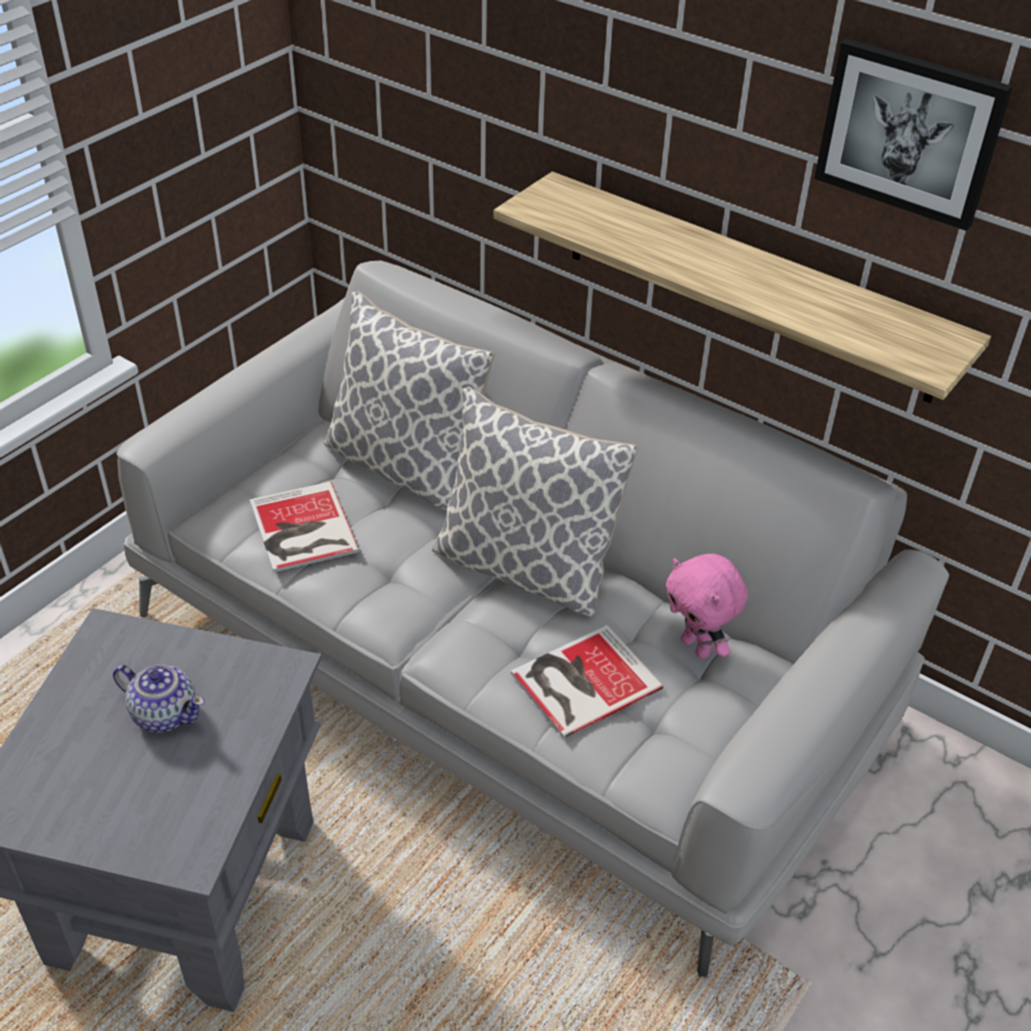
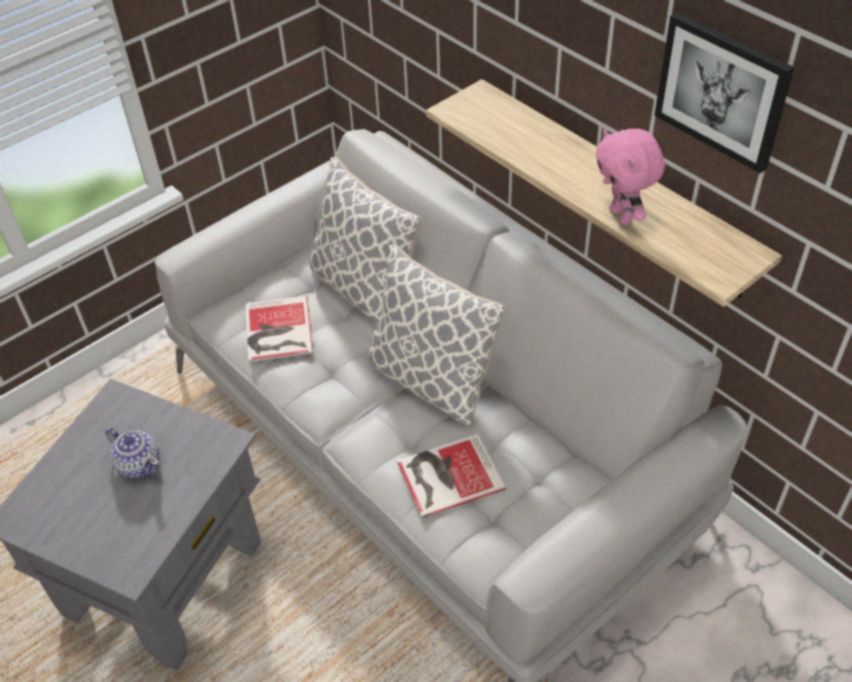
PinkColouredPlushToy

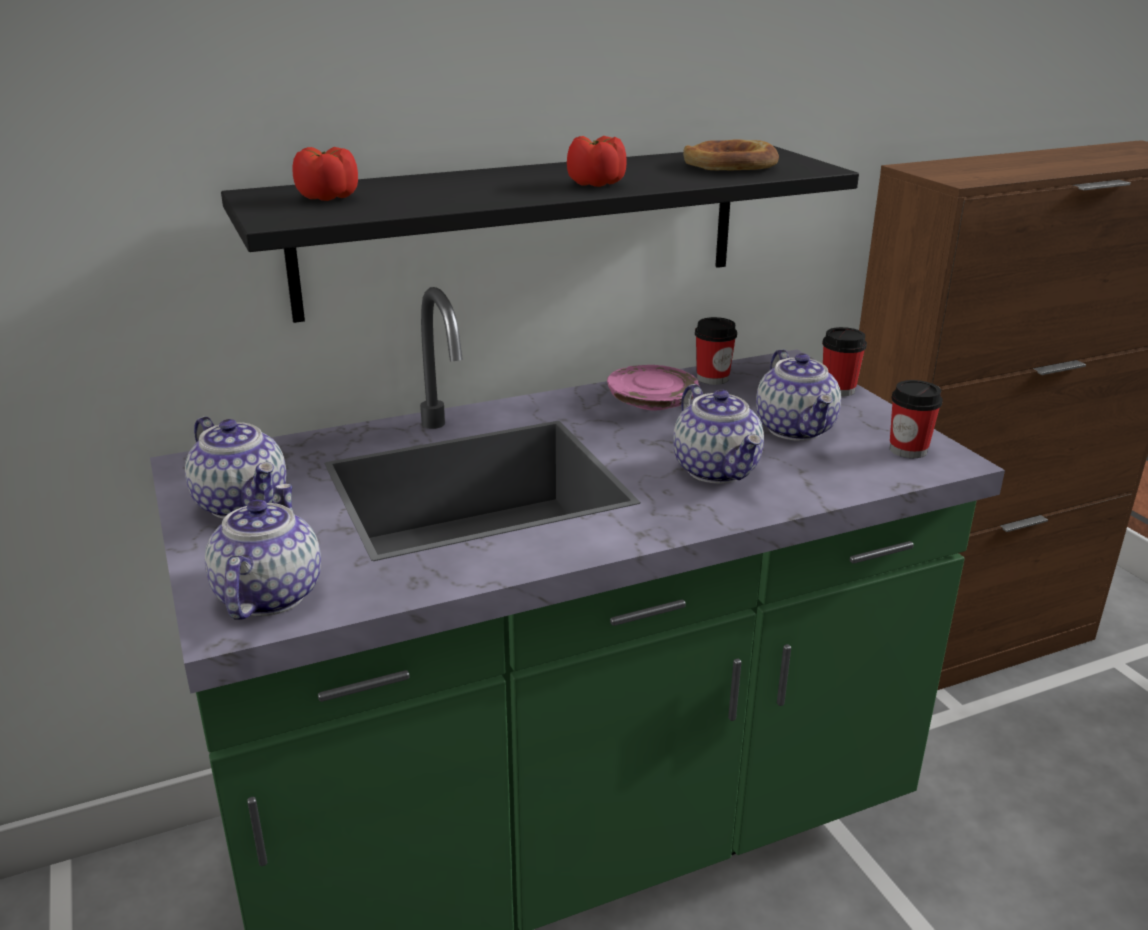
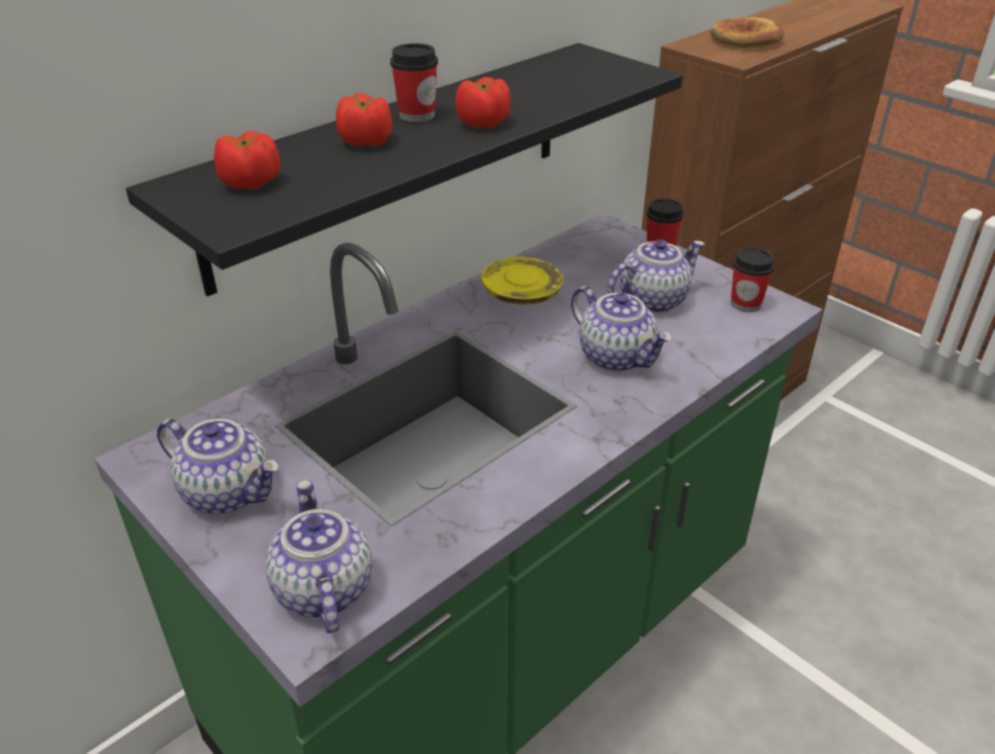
YellowFlatDish; BakeryBread; Cup (no. 1 from left); Teapot (no. 4 from left); WholeTomato (no. 2 from left)

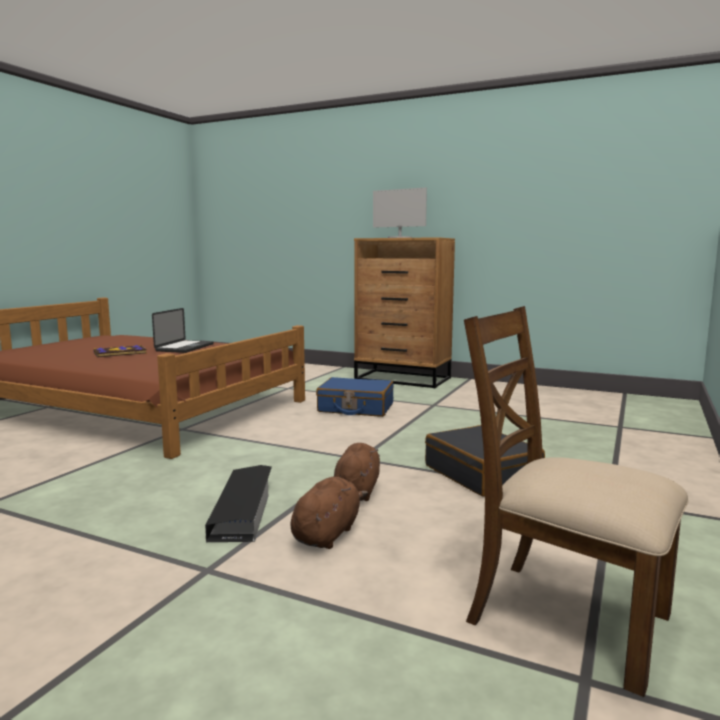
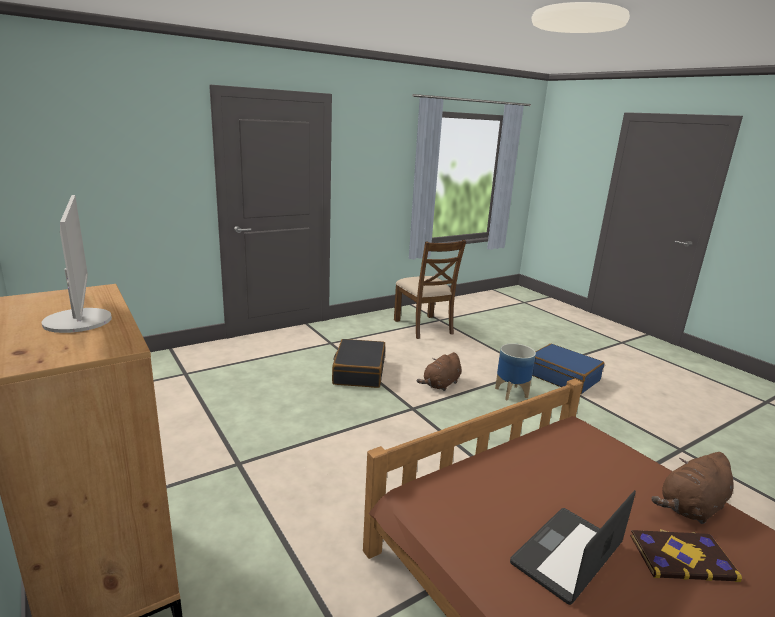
PlantPot; BrownColouredPlushToy (no. 2 from left); BlueColouredTravelCase

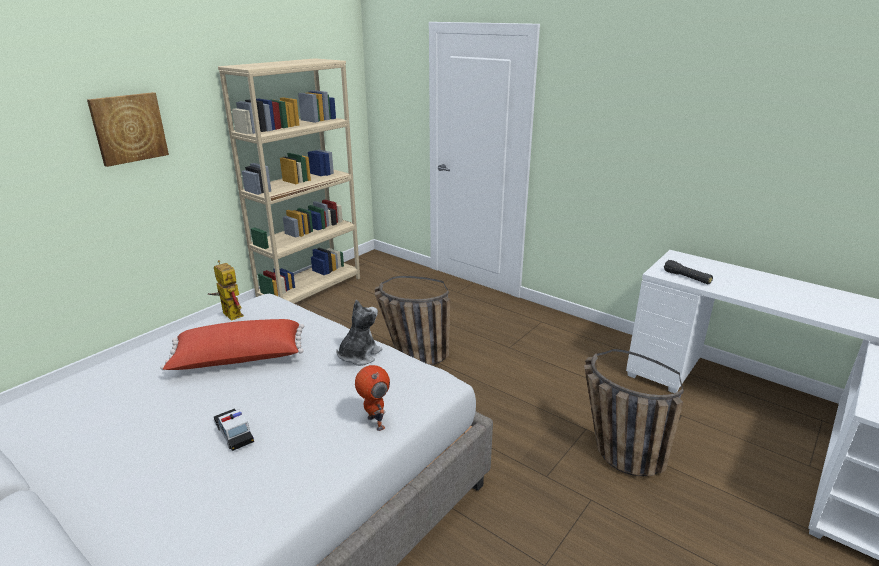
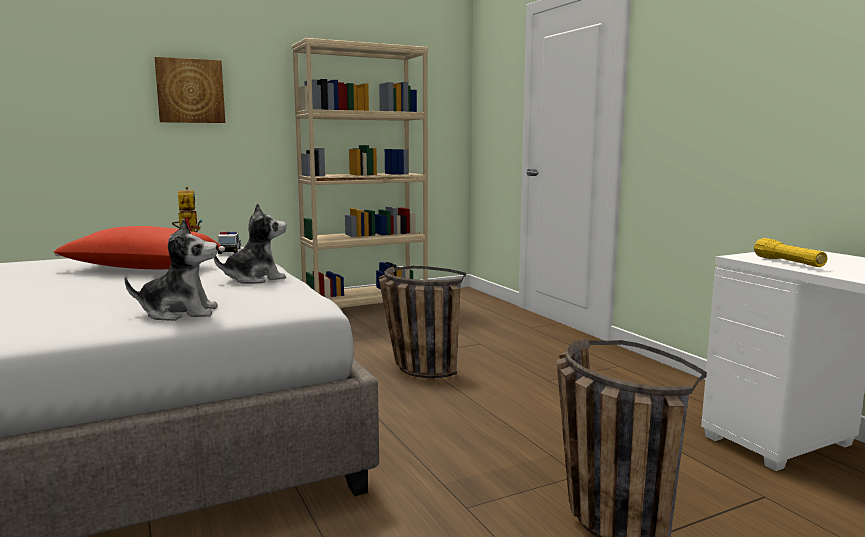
ToyCar; PlushToy (no. 1 from left); YellowTorch

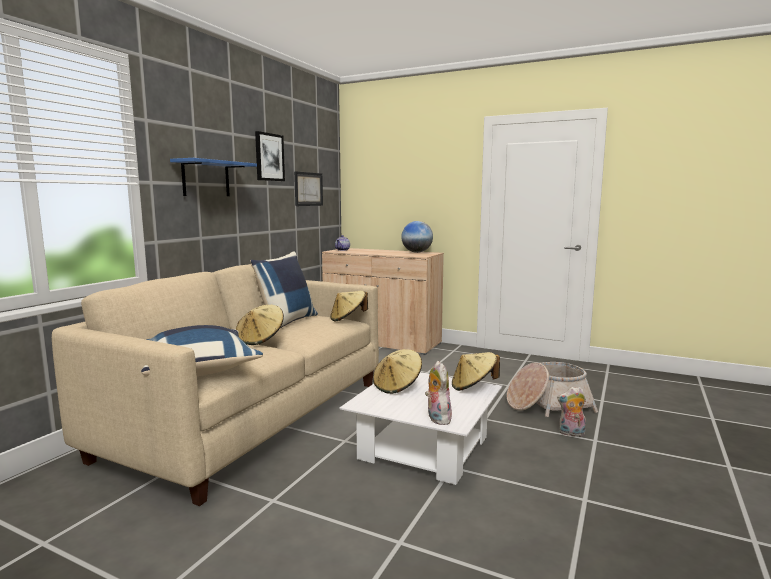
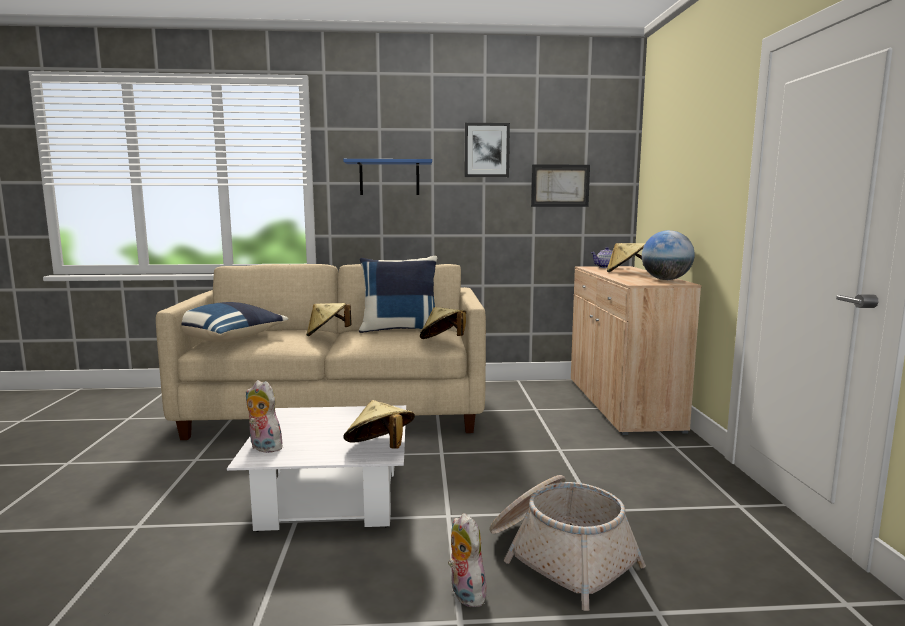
BeigeHat (no. 4 from left); PlushToy (no. 1 from left)

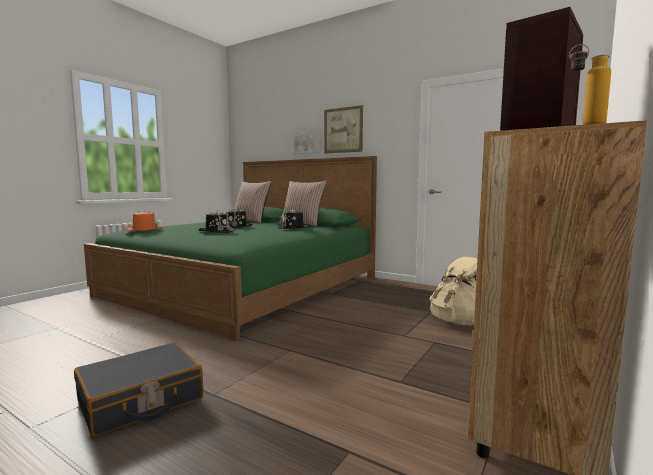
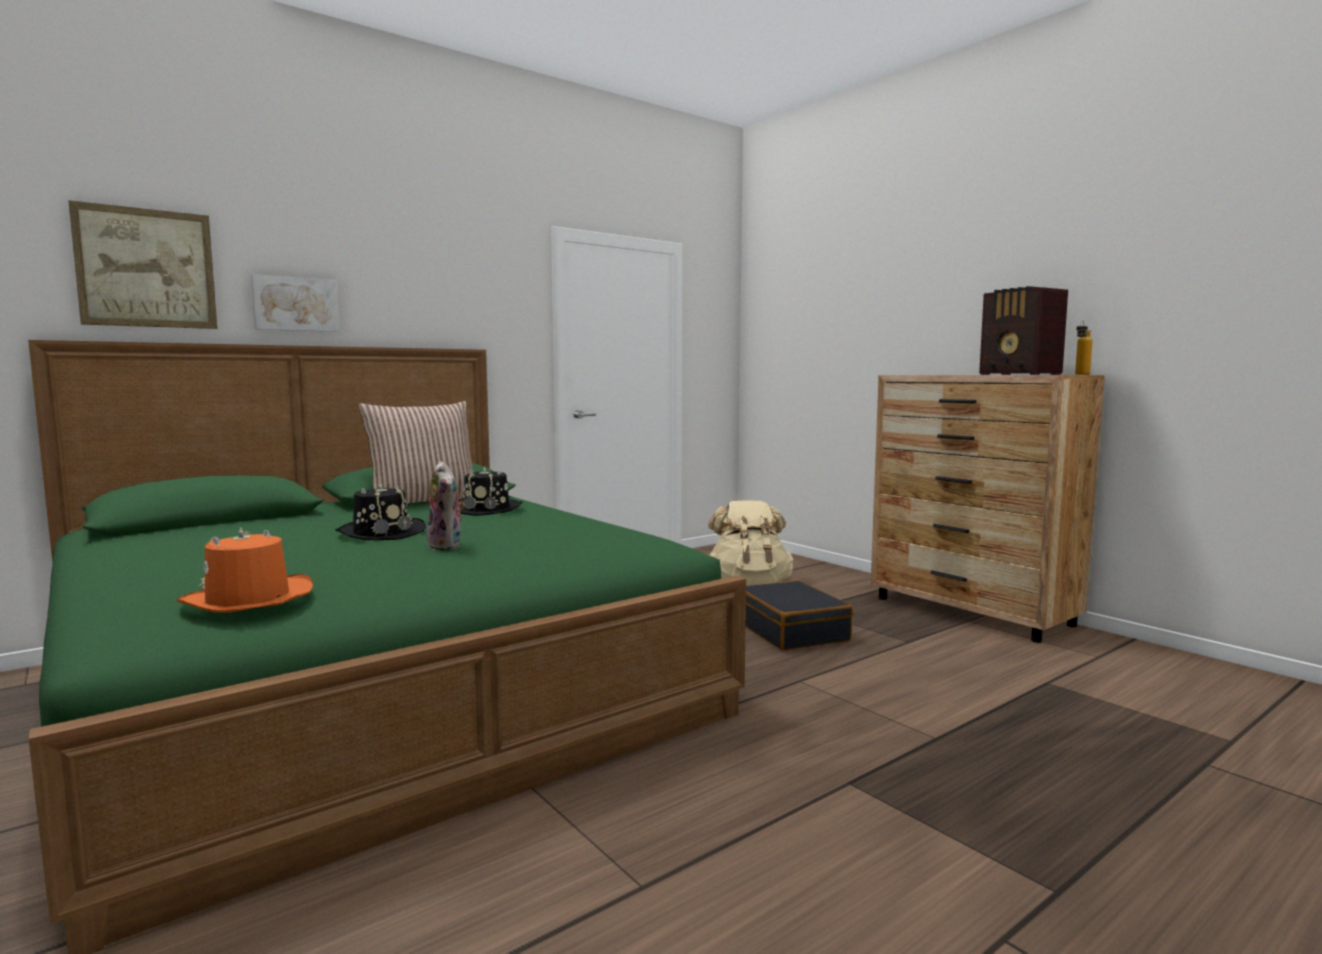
BlackTravelCase; PlushToy; Cushion (no. 1 from left in the first image); Picture (no. 1 from left)

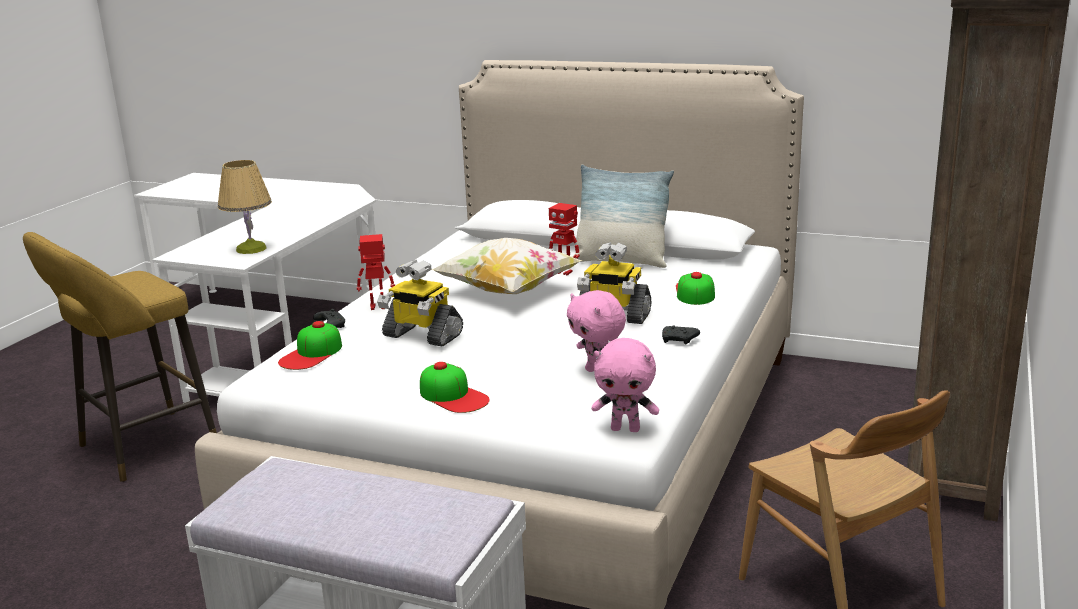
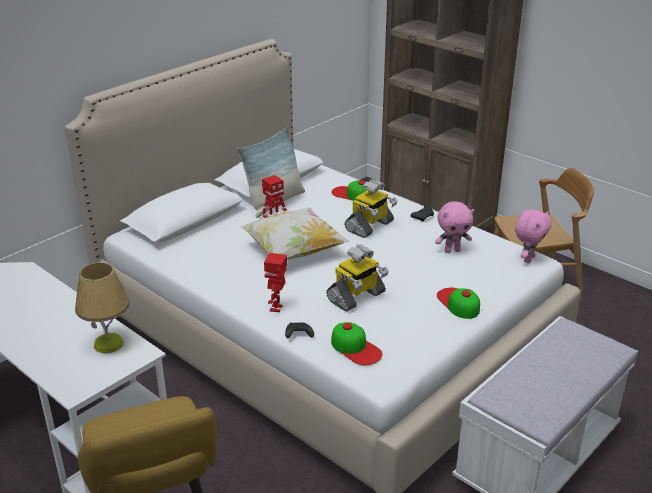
PeakedCap (no. 3 from left)

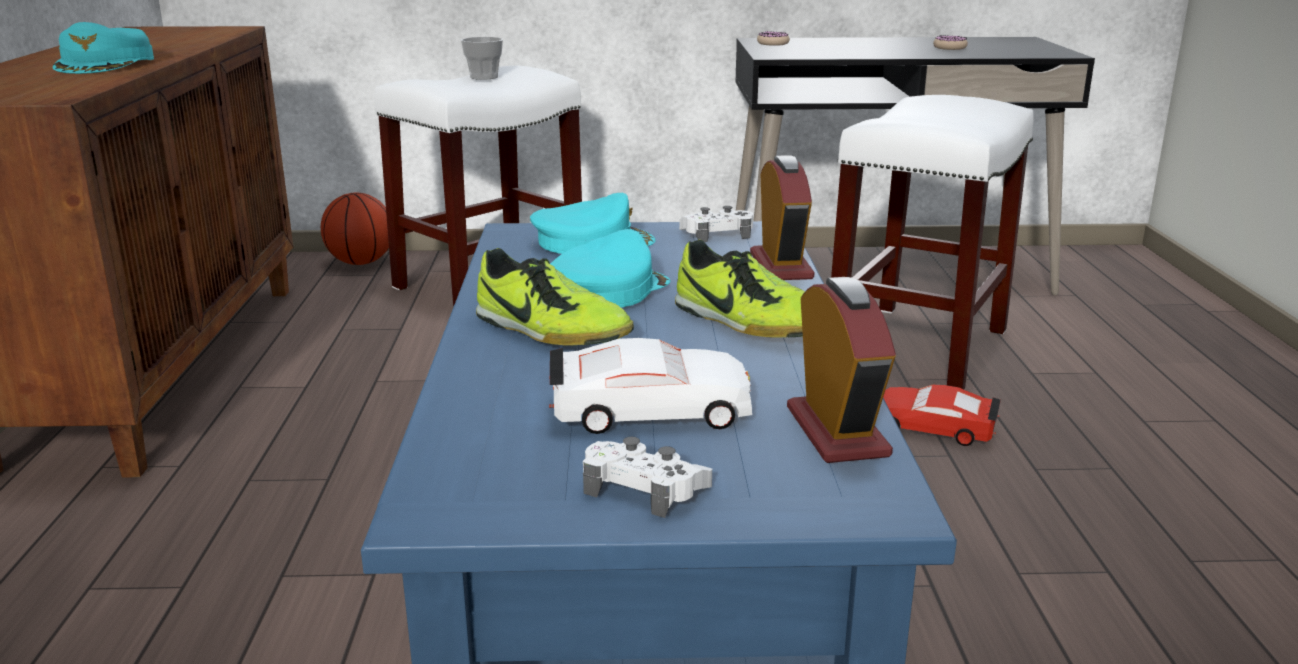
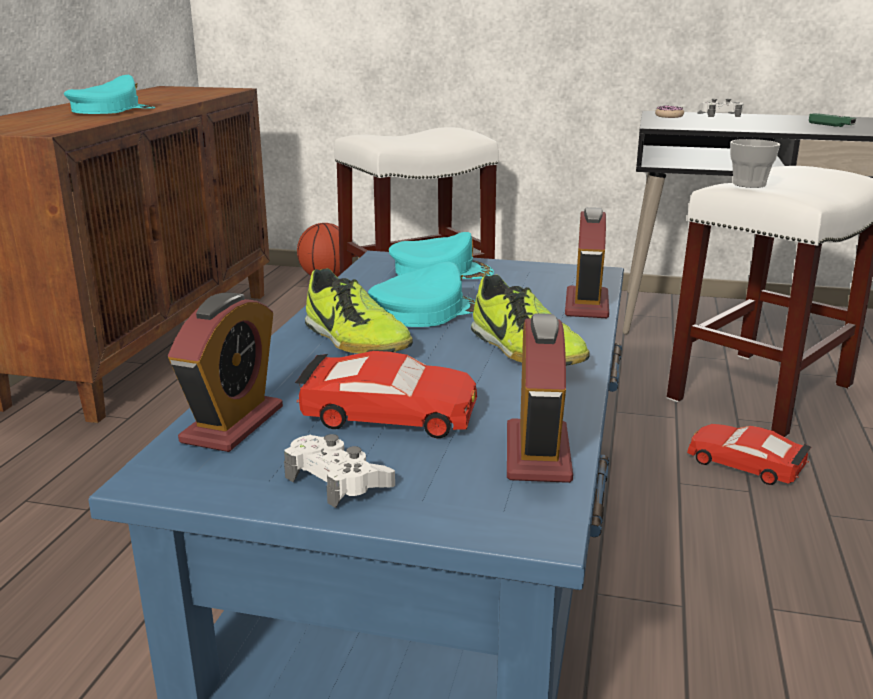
TurquoisePeakedCap (no. 1 from left); Cup; ReddishToyCar (no. 1 from left); WhitishGamepad (no. 2 from left); GreenColouredGamepad; BedsideClock (no. 1 from left)

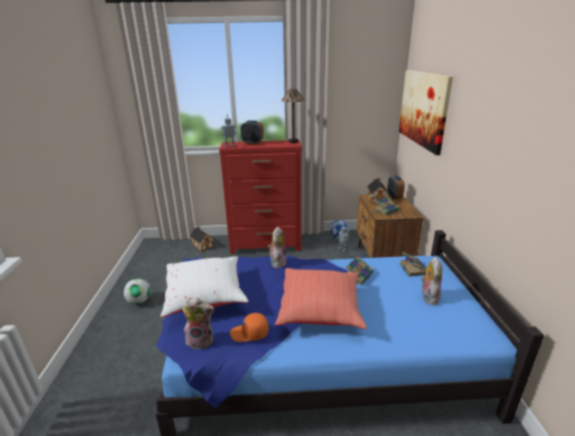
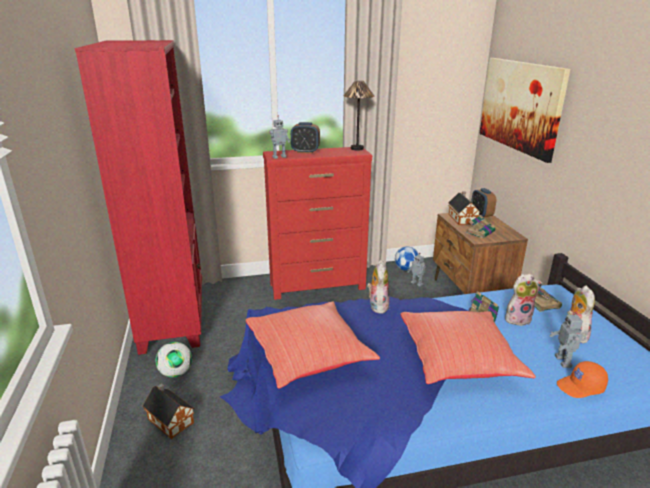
ReddishCushion (no. 1 from left); PlushToy (no. 2 from left); ModelHouse (no. 1 from left); OrangeyPeakedCap; ReddishBookshelf; ToyRobot (no. 3 from left)

